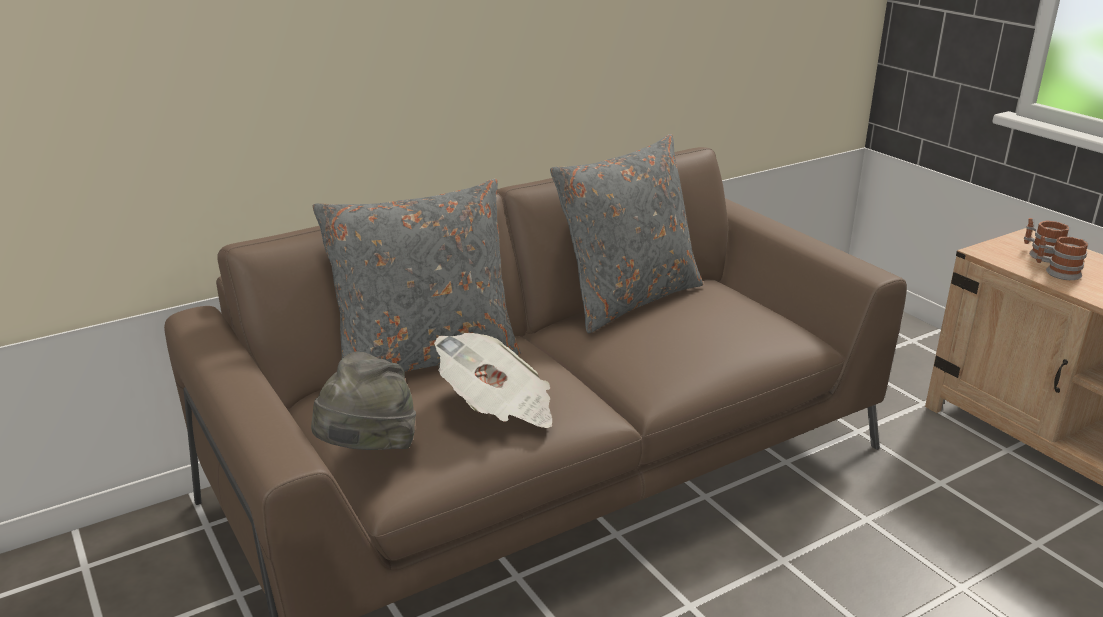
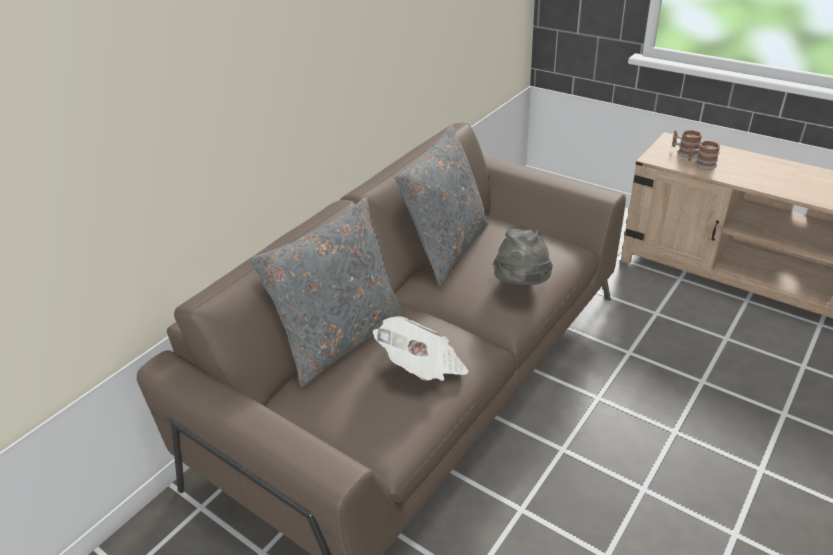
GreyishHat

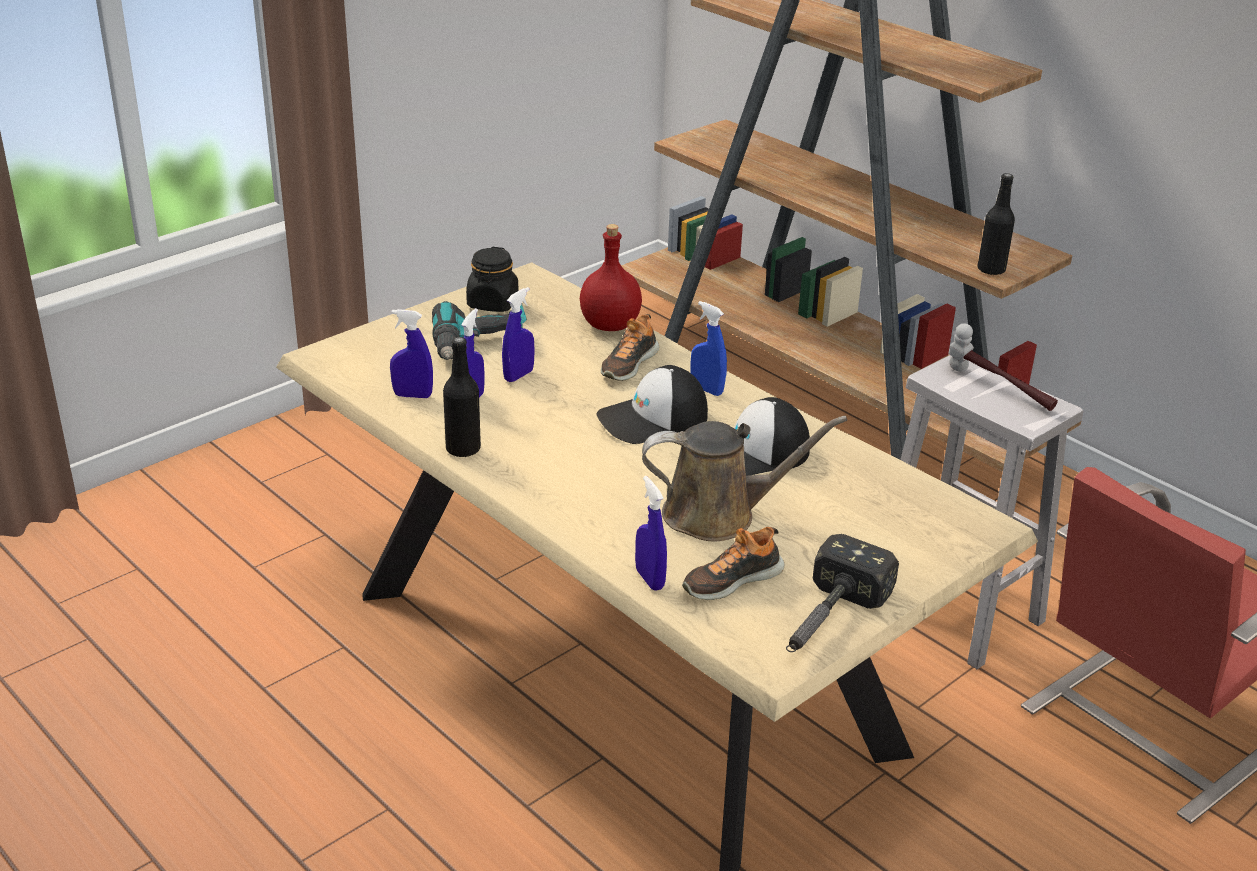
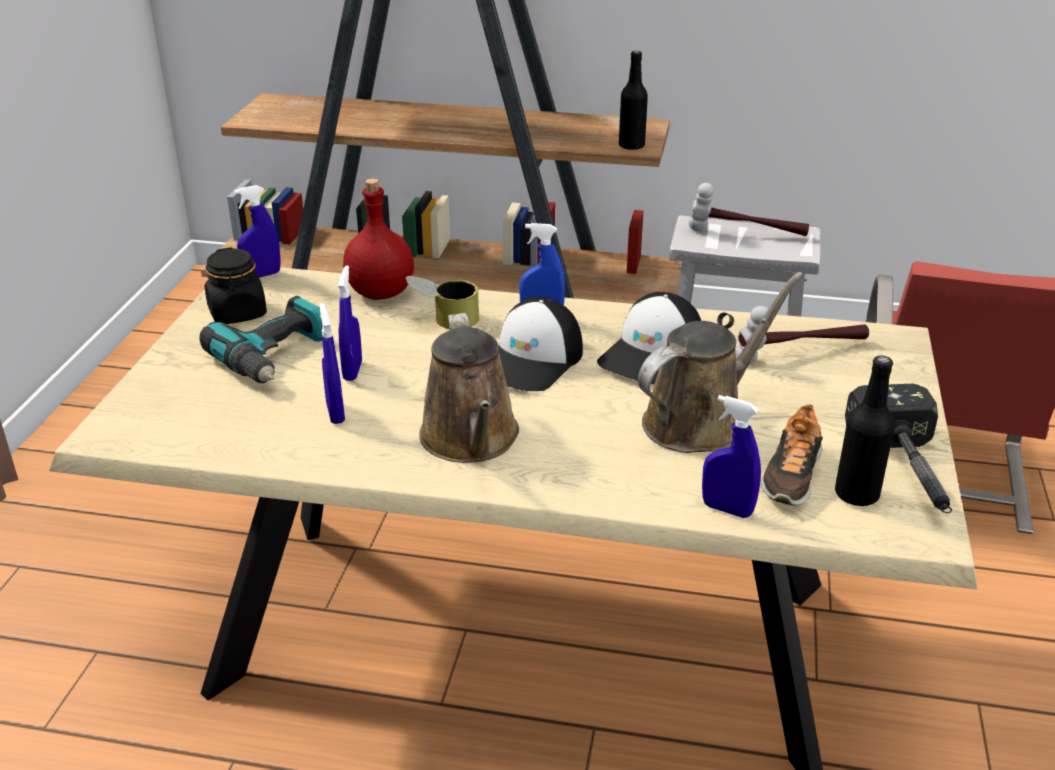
BlueColouredSprayer (no. 1 from left); BlackDrinkBottle (no. 2 from left); Can; BrownColouredSprinklingCan (no. 1 from left); HandHammer (no. 2 from left)

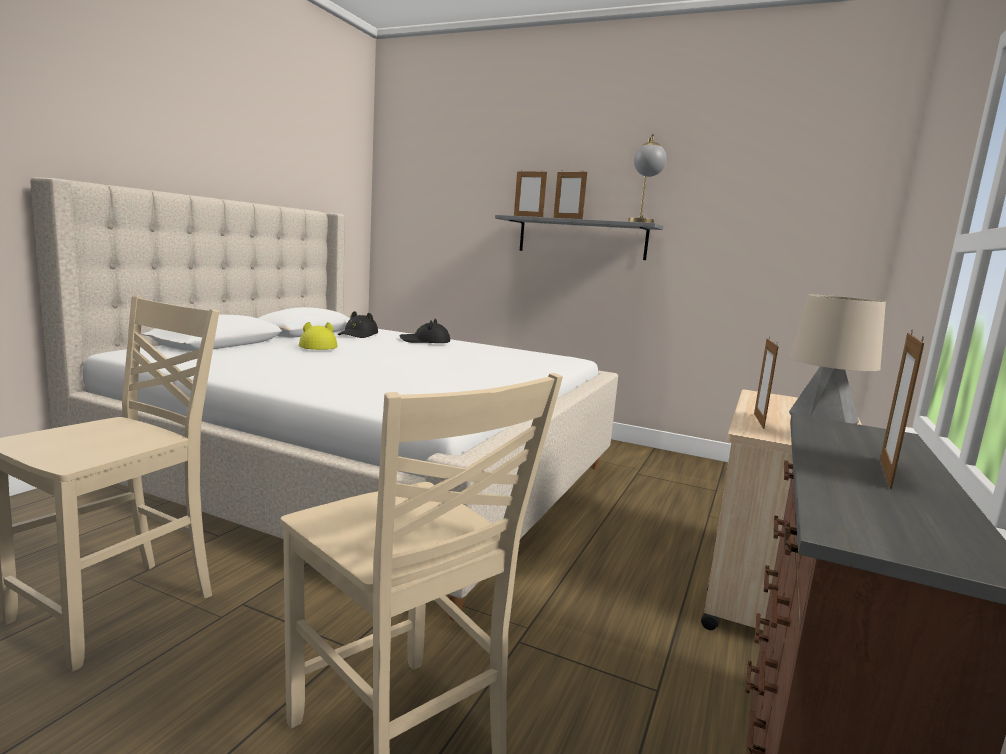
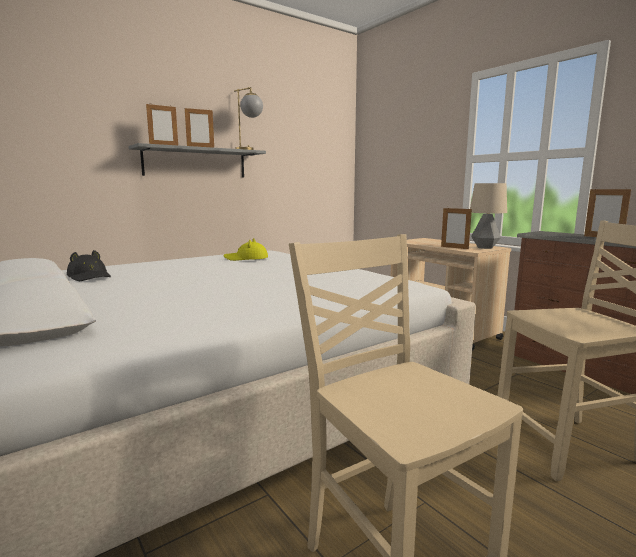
YellowHat; BlackHat (no. 2 from left in the first image)

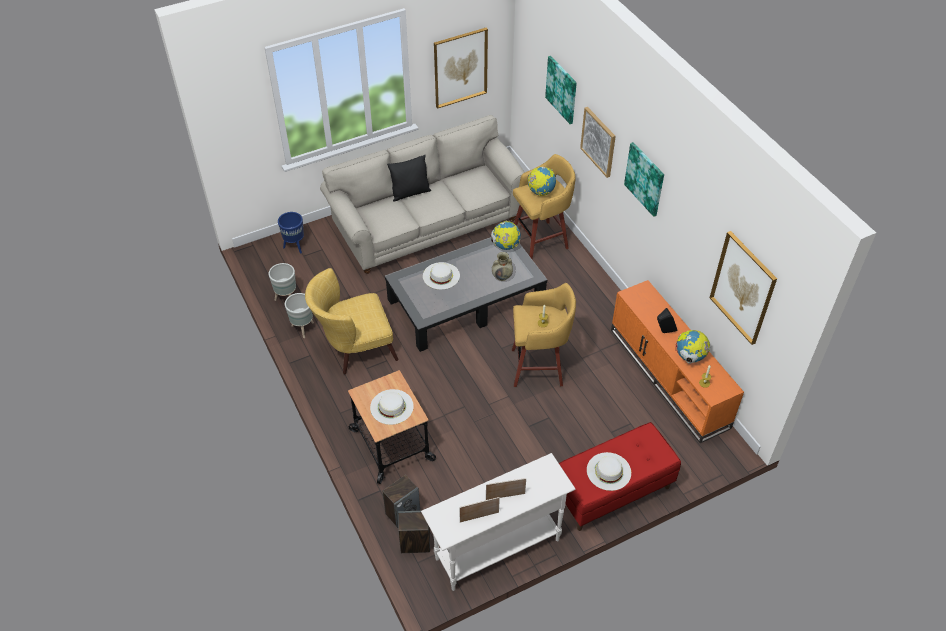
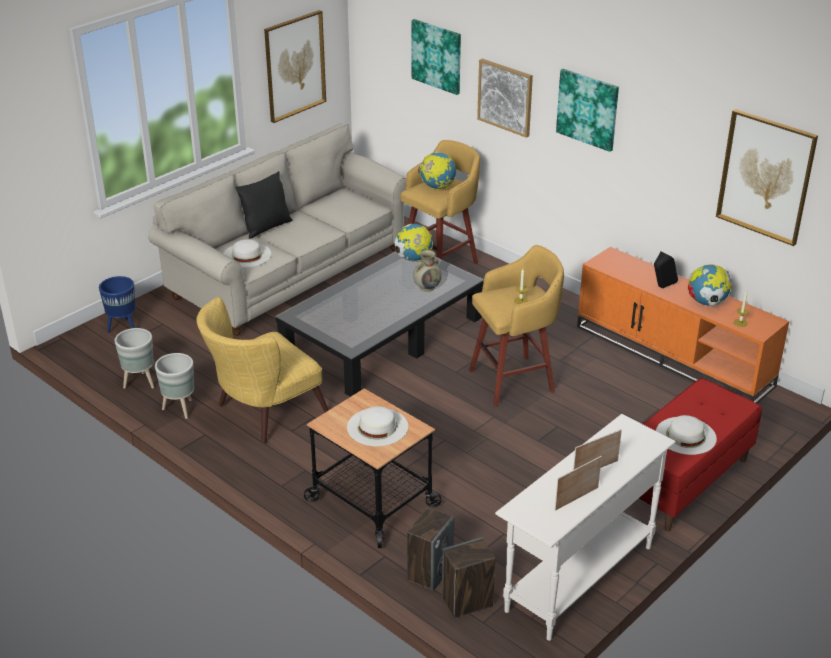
WhitishHat (no. 1 from left)

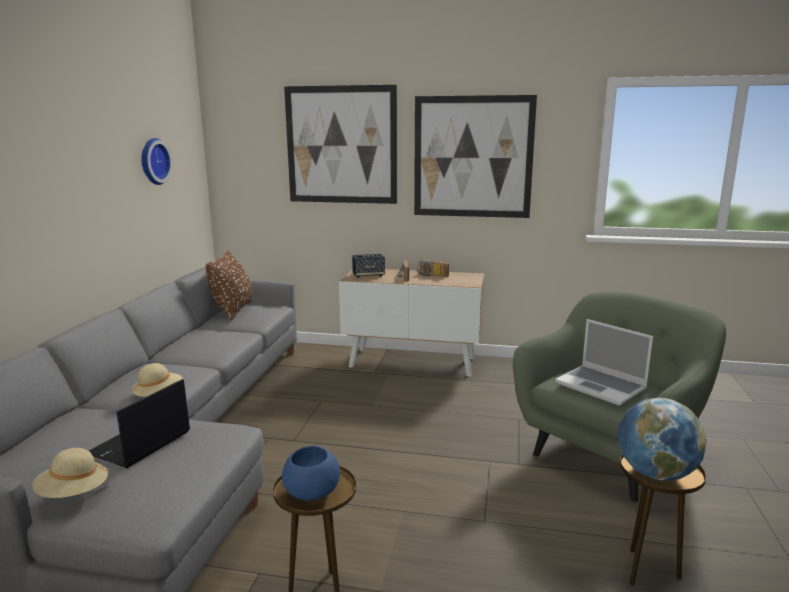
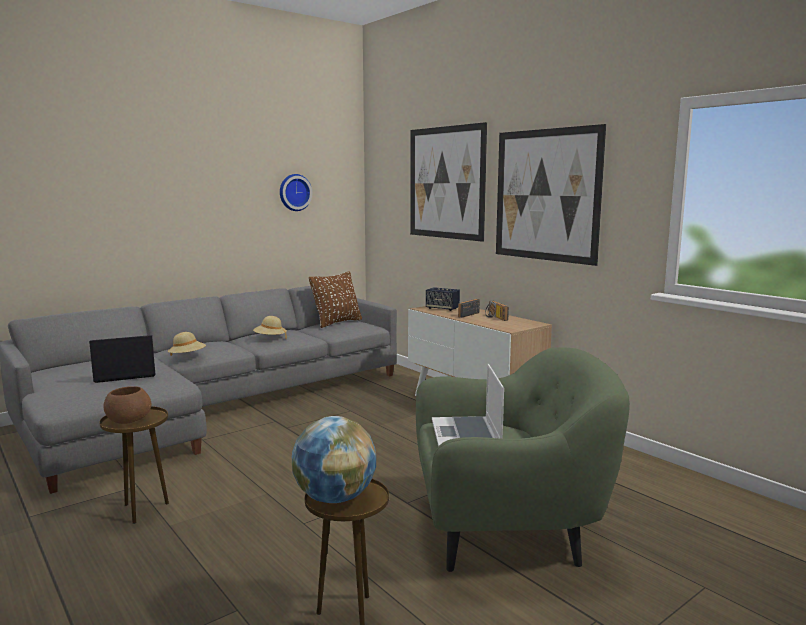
BeigeHat (no. 2 from left); BrownColouredServingBowl

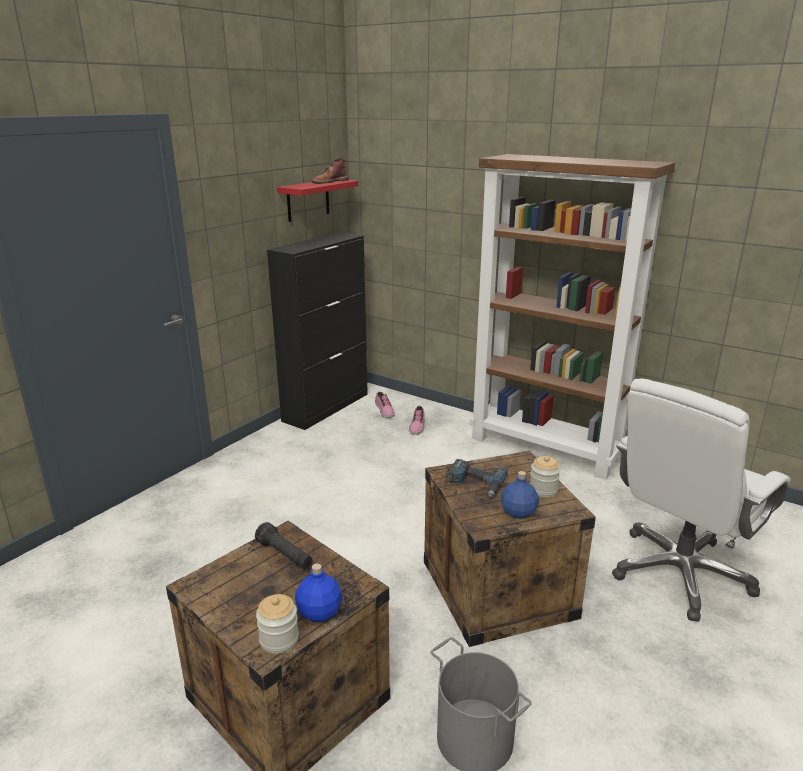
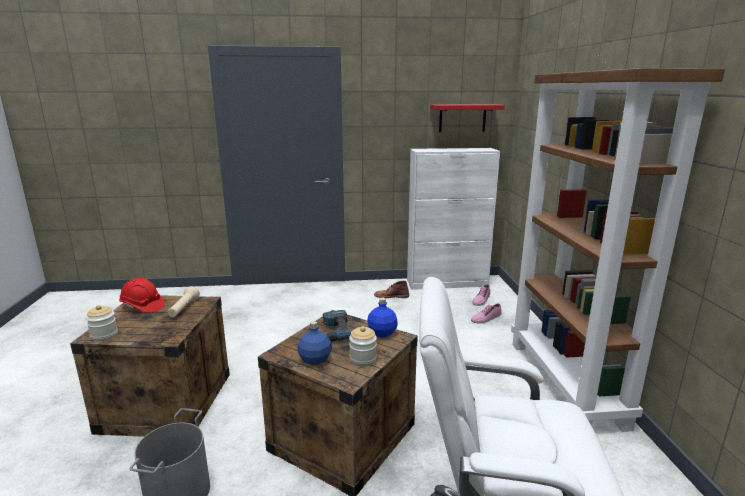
BeigeTorch; WhitishCabinet; BlueColouredDrinkBottle (no. 2 from left); BrownColouredHighTopBoot; ReddishHardHat

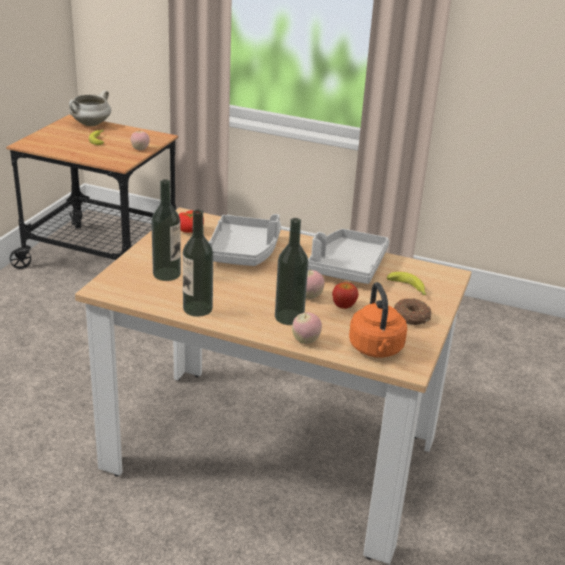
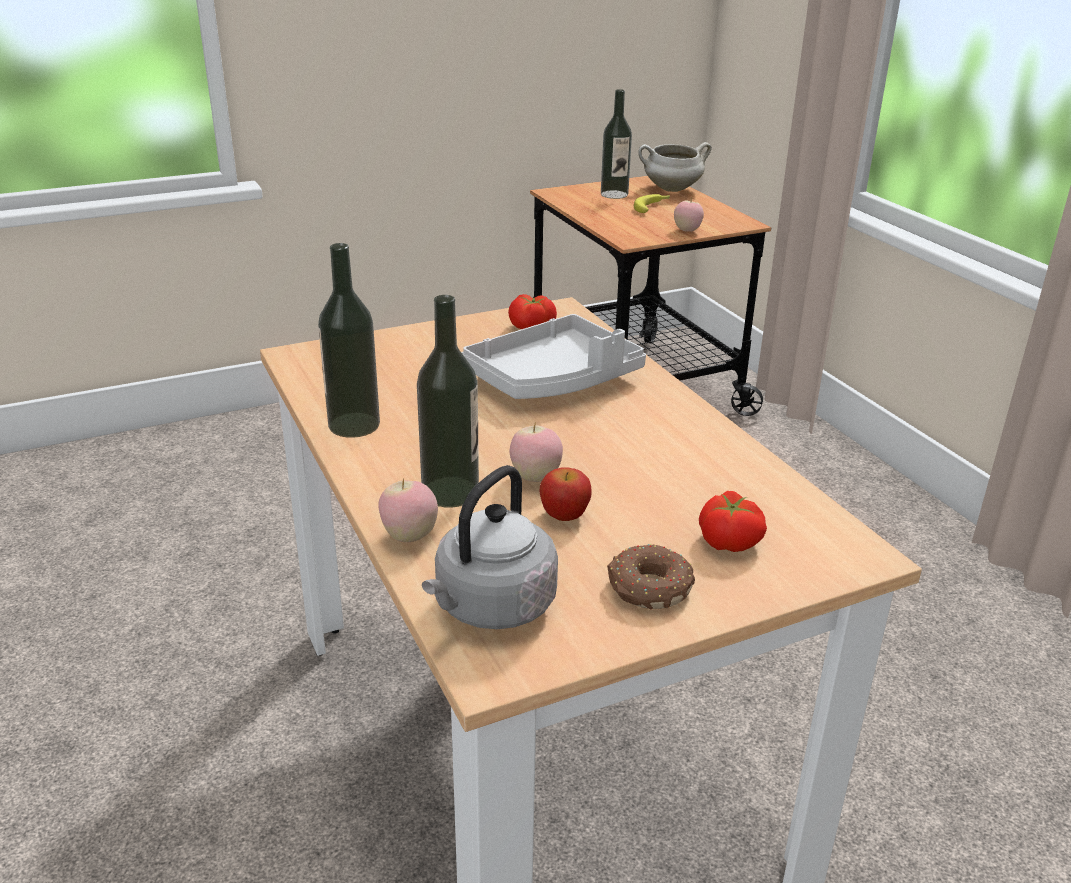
DrinkBottle (no. 3 from left); GreyishServingTray (no. 2 from left in the first image); GreyishTeaKettle; WholeTomato (no. 2 from left)

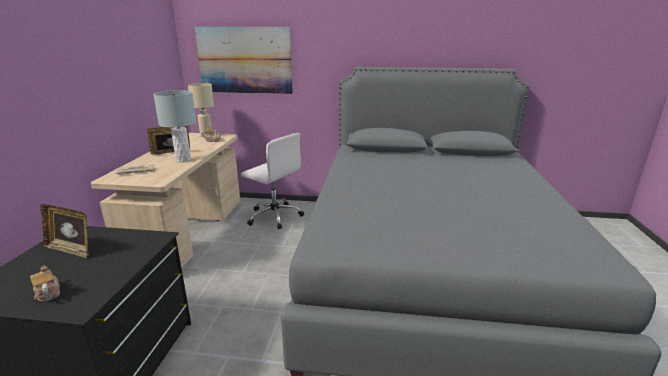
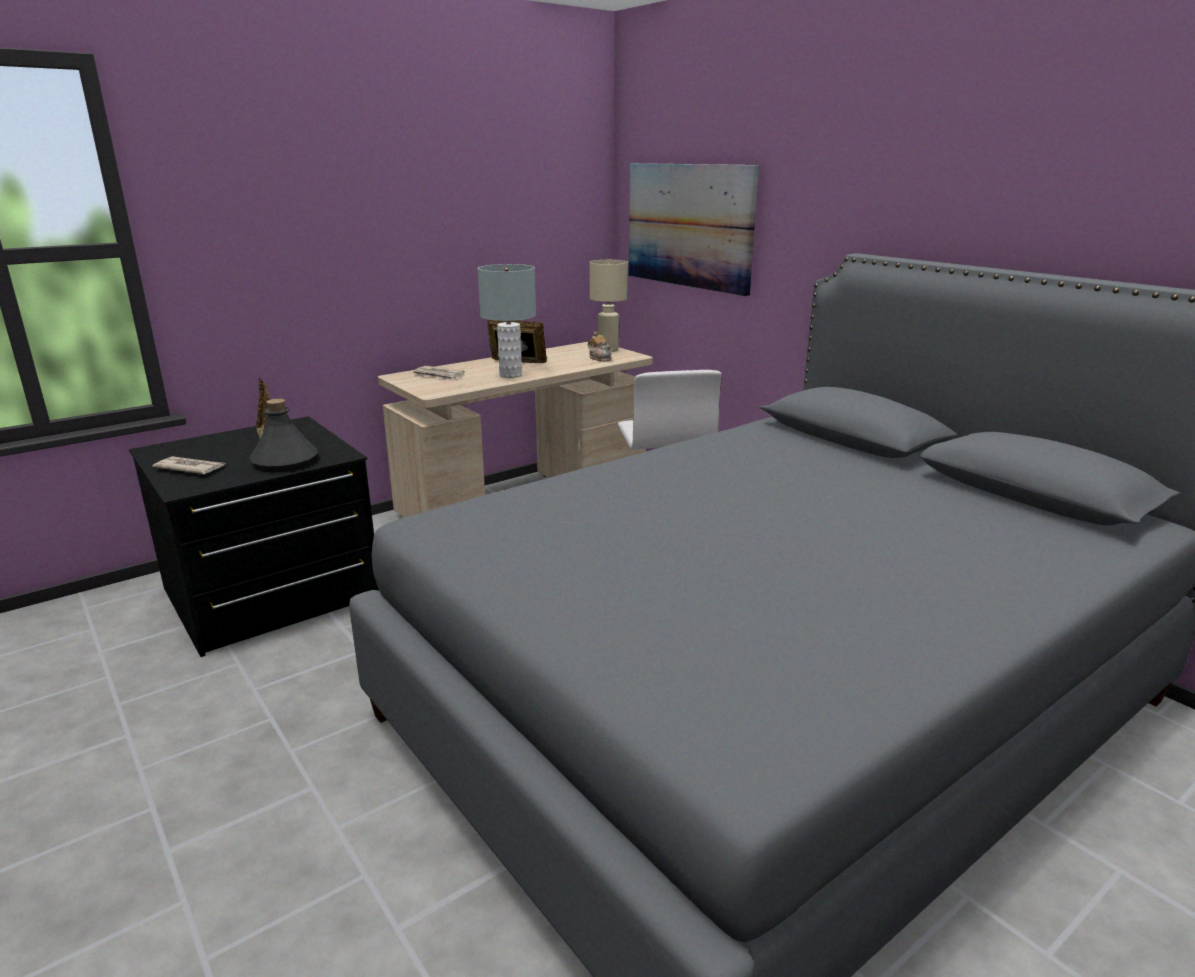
PrintedPaper (no. 1 from left); GreyishDrinkBottle

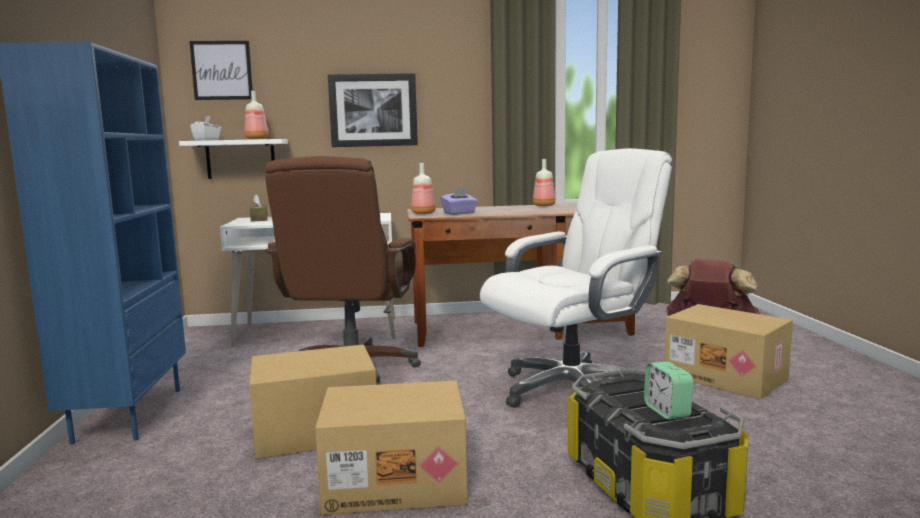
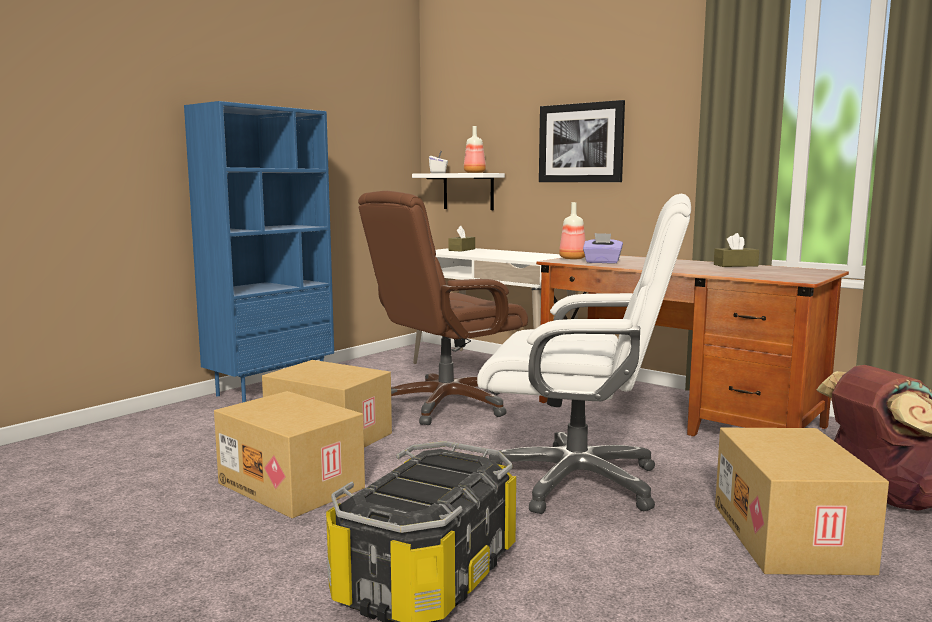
Picture (no. 1 from left in the first image); BrownColouredTissueBox (no. 2 from left); BedsideClock

